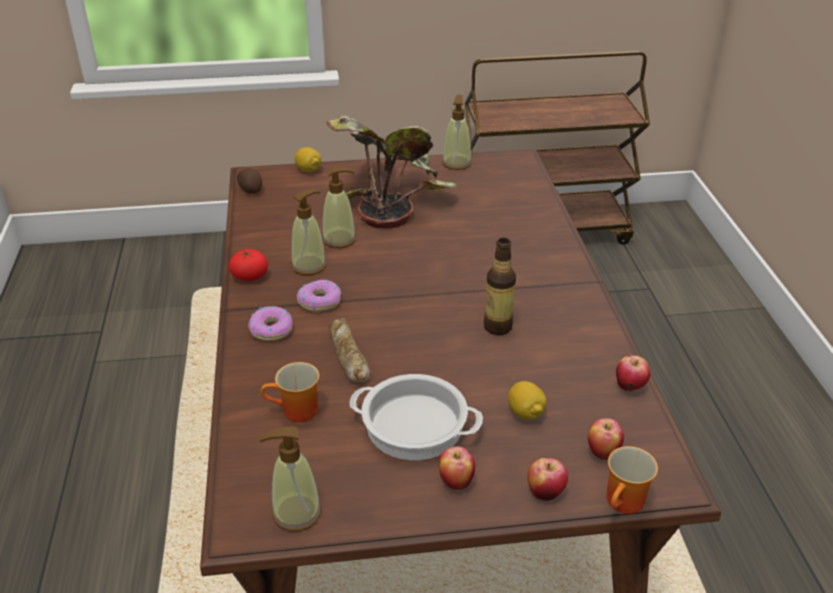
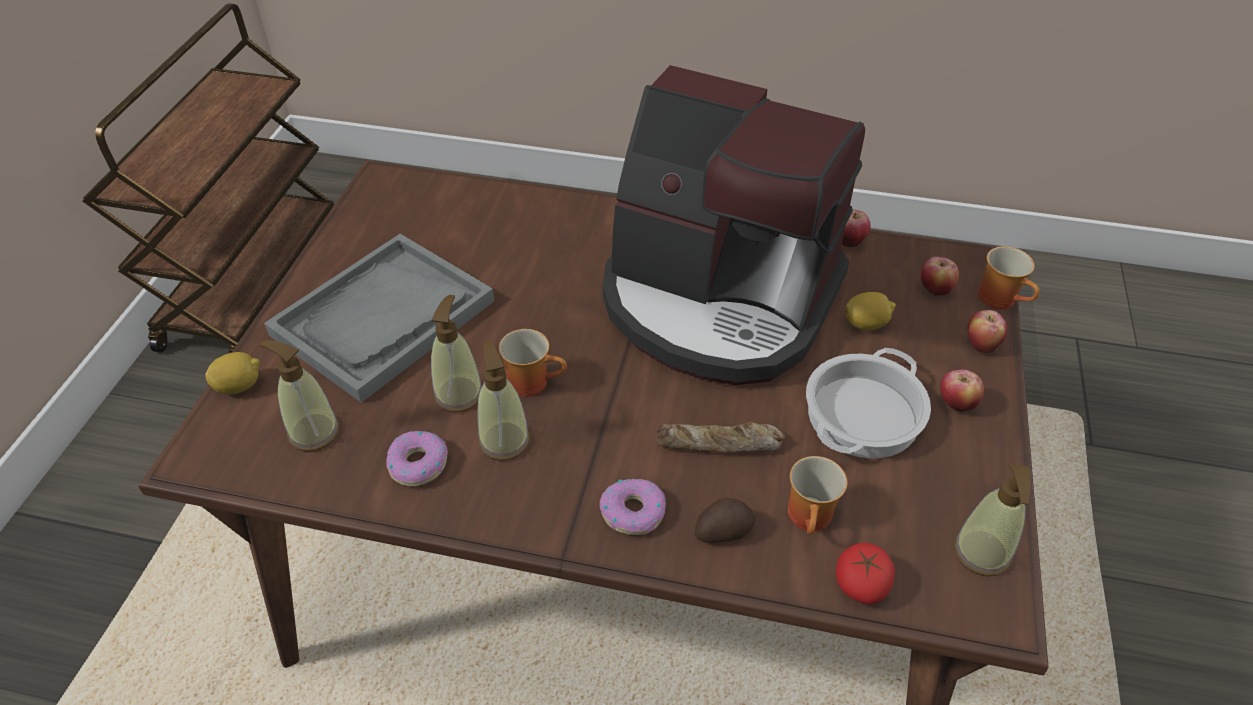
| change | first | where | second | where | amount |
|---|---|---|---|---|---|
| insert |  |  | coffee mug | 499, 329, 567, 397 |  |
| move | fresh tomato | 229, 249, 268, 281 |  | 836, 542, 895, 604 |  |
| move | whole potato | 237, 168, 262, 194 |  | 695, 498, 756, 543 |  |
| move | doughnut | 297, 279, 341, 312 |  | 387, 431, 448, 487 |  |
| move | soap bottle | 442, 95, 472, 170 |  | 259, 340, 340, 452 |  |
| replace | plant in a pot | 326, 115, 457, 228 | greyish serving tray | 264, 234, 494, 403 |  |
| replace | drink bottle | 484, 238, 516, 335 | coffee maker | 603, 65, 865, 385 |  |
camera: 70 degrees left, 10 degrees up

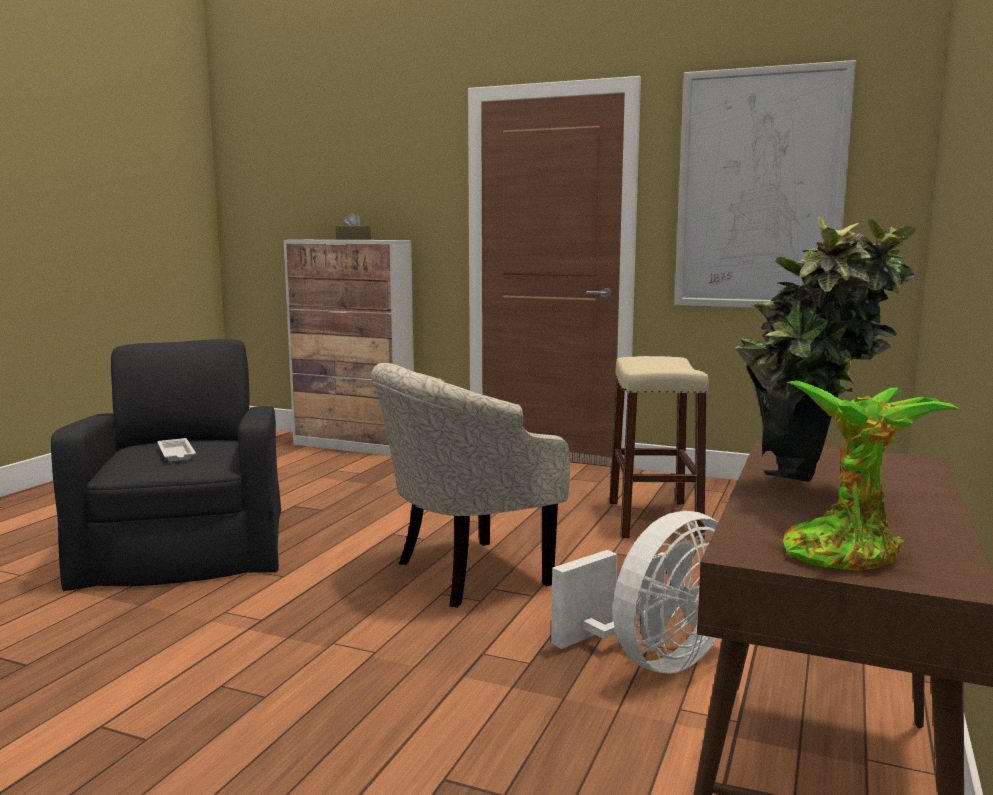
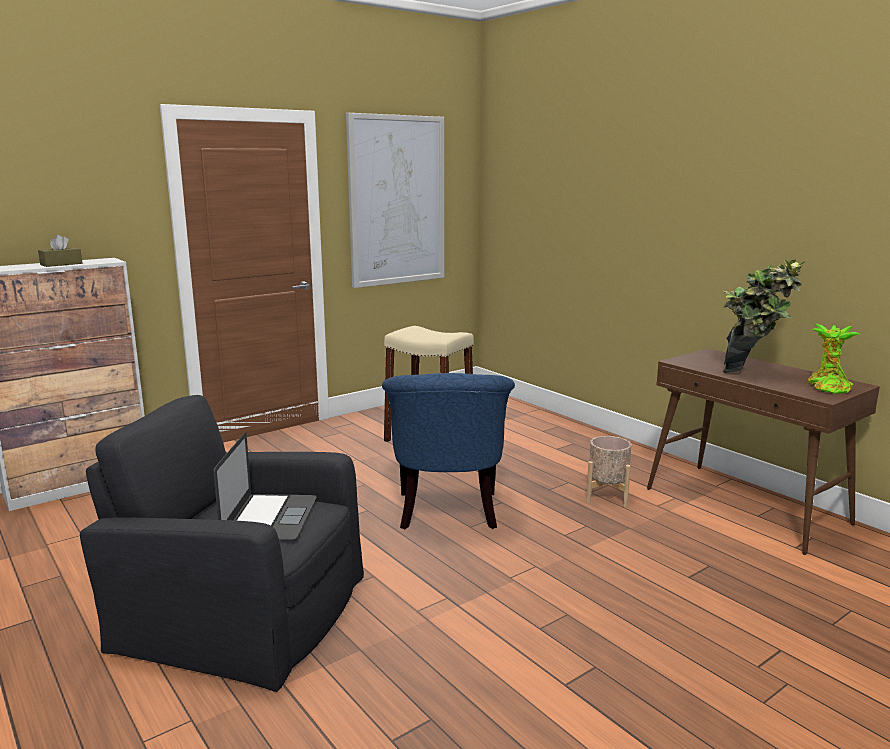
| change | first | where | second | where | amount |
|---|---|---|---|---|---|
| replace | white-coloured serving tray | 158, 438, 196, 461 | notebook computer | 213, 433, 316, 541 |  |
| replace | white-coloured fan | 551, 511, 718, 674 | beige plant pot | 586, 436, 632, 507 |  |
| recolor | beige armchair | 371, 363, 570, 608 | blue-coloured armchair | 382, 373, 515, 529 |  |
camera: 60 degrees left, 5 degrees up

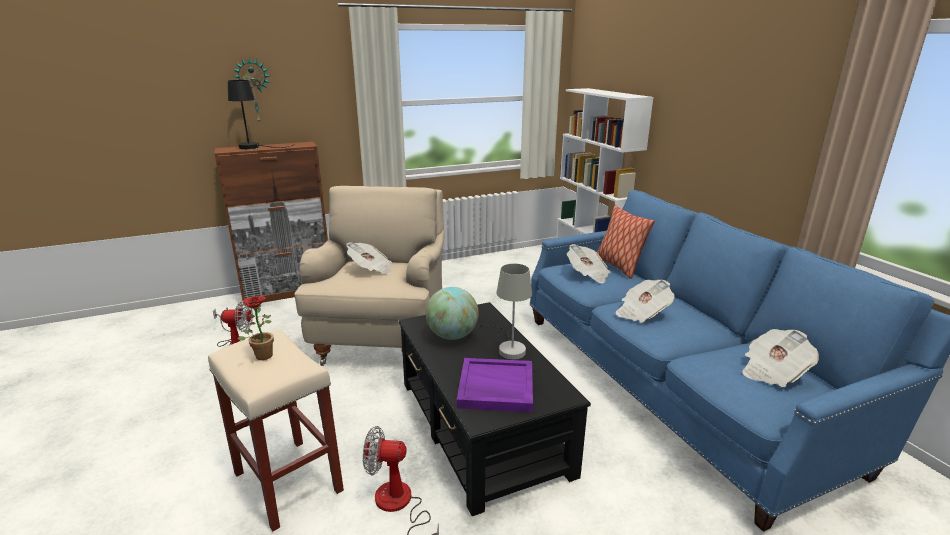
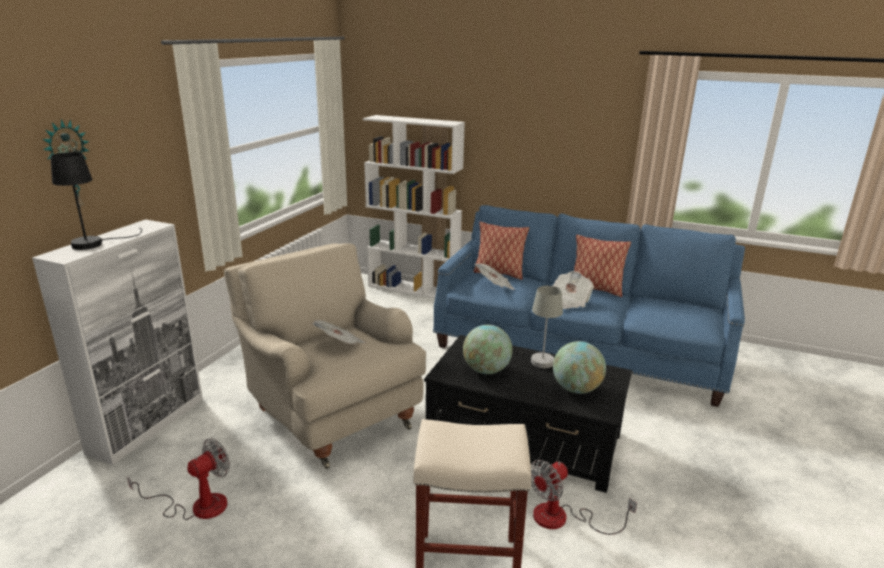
| change | first | where | second | where | amount |
|---|---|---|---|---|---|
| delete | plant in a pot | 238, 296, 274, 360 |  |  |  |
| delete | printed paper | 742, 329, 819, 387 |  |  |  |
| insert |  |  | pillow | 574, 235, 631, 297 |  |
| replace | purple-coloured serving tray | 457, 358, 533, 412 | desk globe | 553, 341, 606, 394 |  |
| recolor | brown-coloured storage cabinet | 214, 142, 328, 304 | white-coloured storage cabinet | 32, 219, 203, 465 |  |
camera: 45 degrees left, 0 degrees up

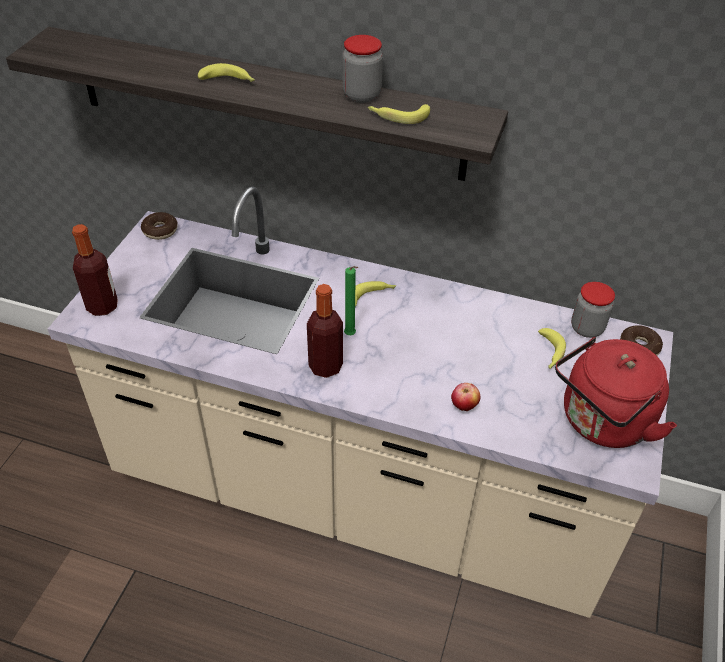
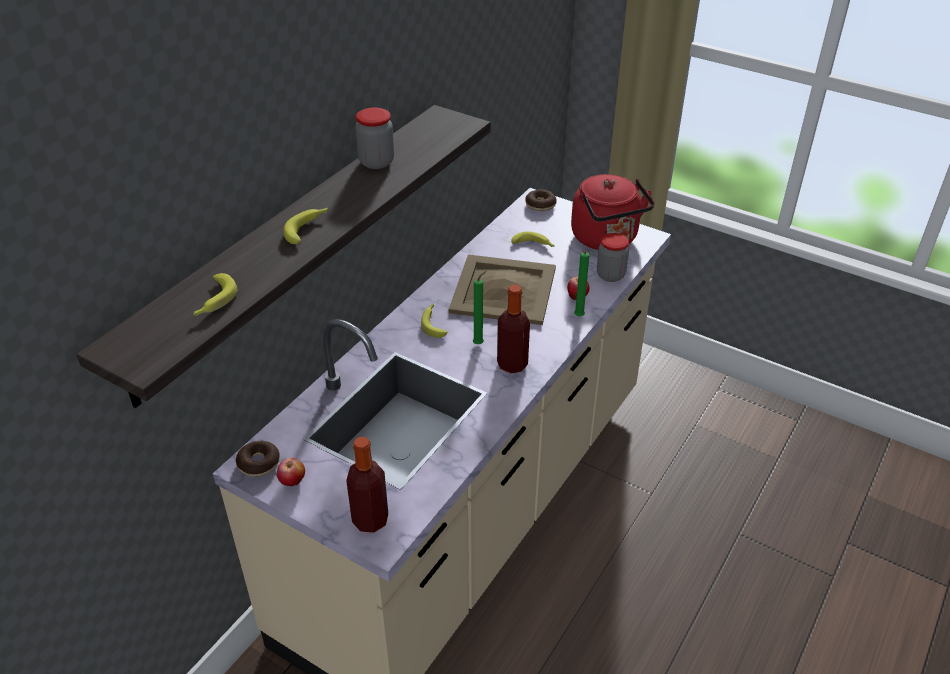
| change | first | where | second | where | amount |
|---|---|---|---|---|---|
| insert |  |  | apple | 277, 458, 305, 486 |  |
| insert |  |  | beige serving tray | 449, 255, 556, 325 |  |
| insert |  |  | green-coloured wax light | 574, 251, 590, 316 |  |
| move | whole banana | 368, 104, 430, 124 |  | 193, 273, 237, 316 |  |
| move | storage jar | 571, 282, 615, 338 |  | 597, 233, 629, 282 |  |
camera: 75 degrees left, 5 degrees down

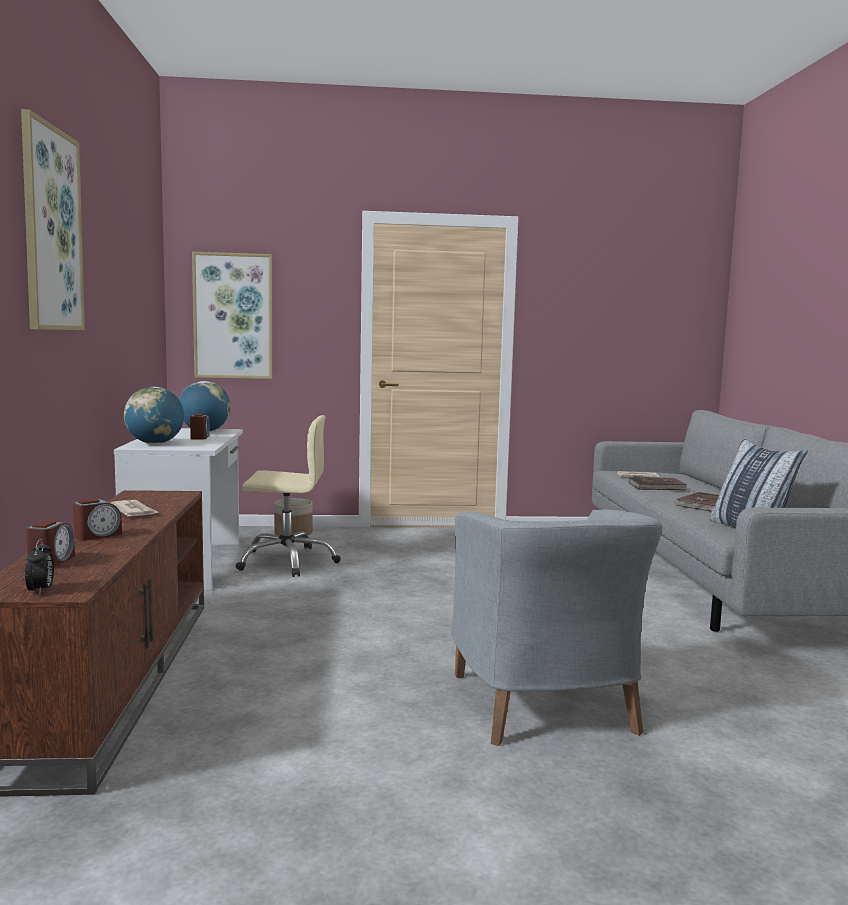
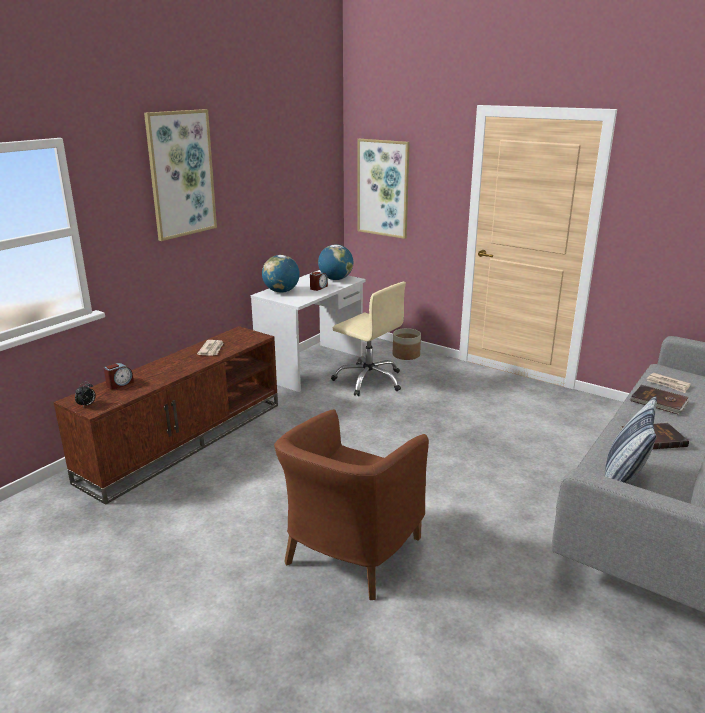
| change | first | where | second | where | amount |
|---|---|---|---|---|---|
| delete | alarm clock | 73, 499, 122, 541 |  |  |  |
| recolor | greyish armchair | 451, 509, 662, 746 | brown-coloured armchair | 274, 409, 429, 600 |  |
camera: 40 degrees right, 15 degrees up

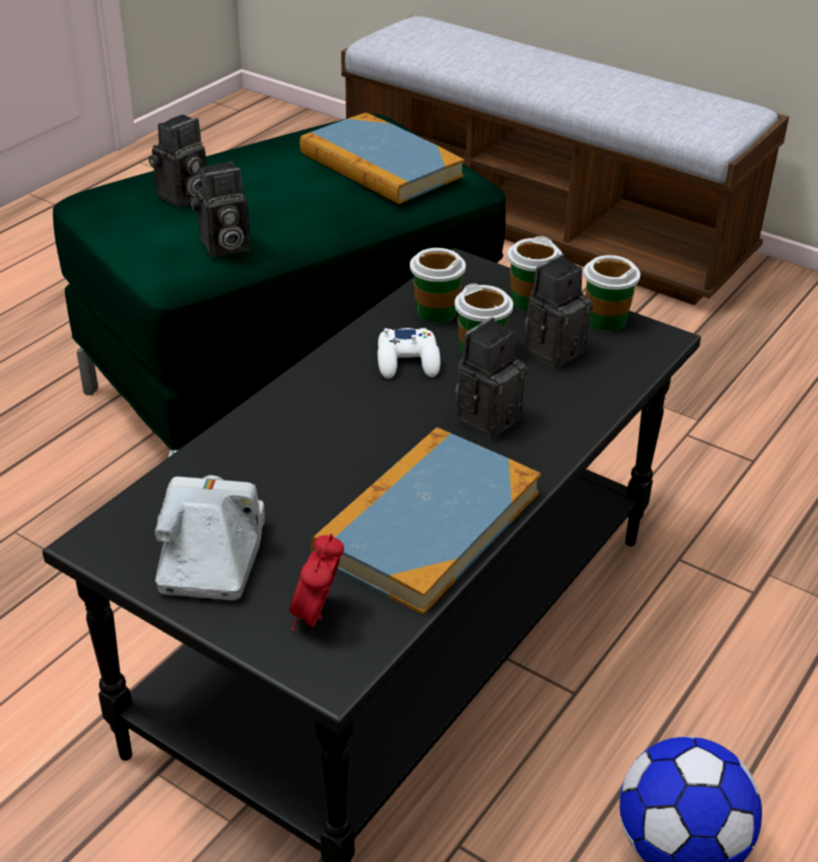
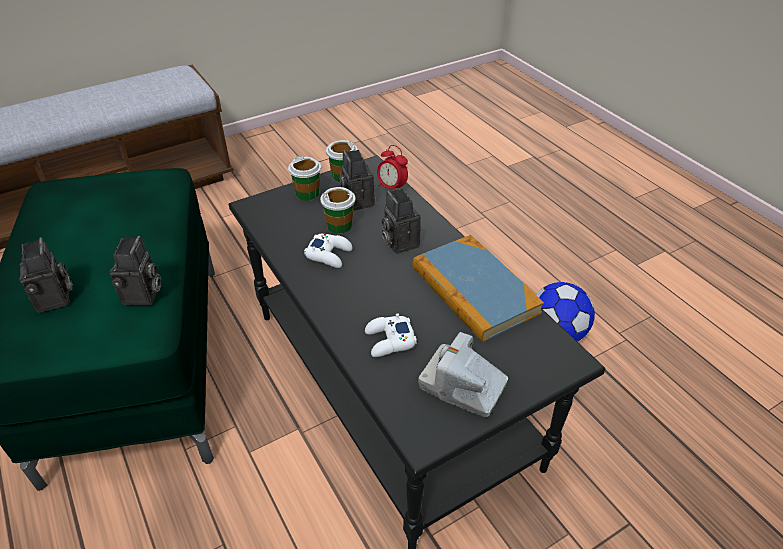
| change | first | where | second | where | amount |
|---|---|---|---|---|---|
| delete | volume | 300, 112, 464, 204 |  |  |  |
| delete | small cup | 410, 248, 466, 323 |  |  |  |
| insert |  |  | white-coloured gamepad | 365, 313, 417, 357 |  |
| move | alarm clock | 289, 533, 344, 631 |  | 377, 145, 408, 190 |  |
camera: 65 degrees left, 5 degrees up

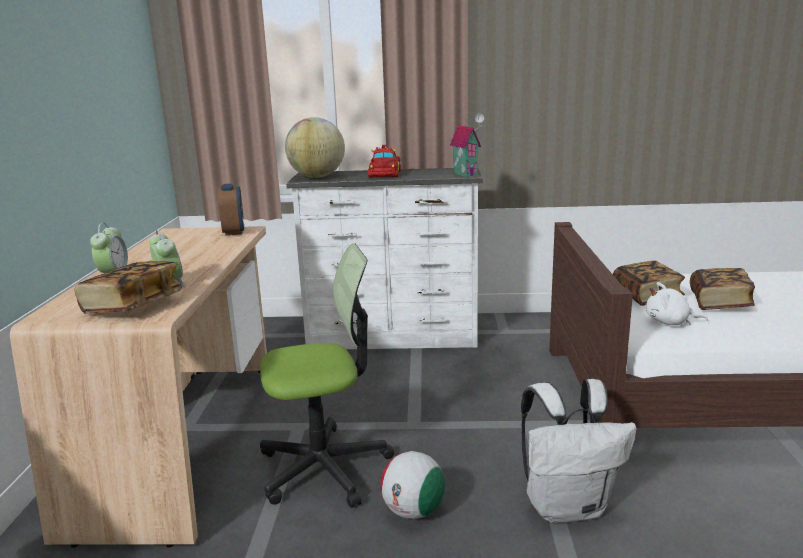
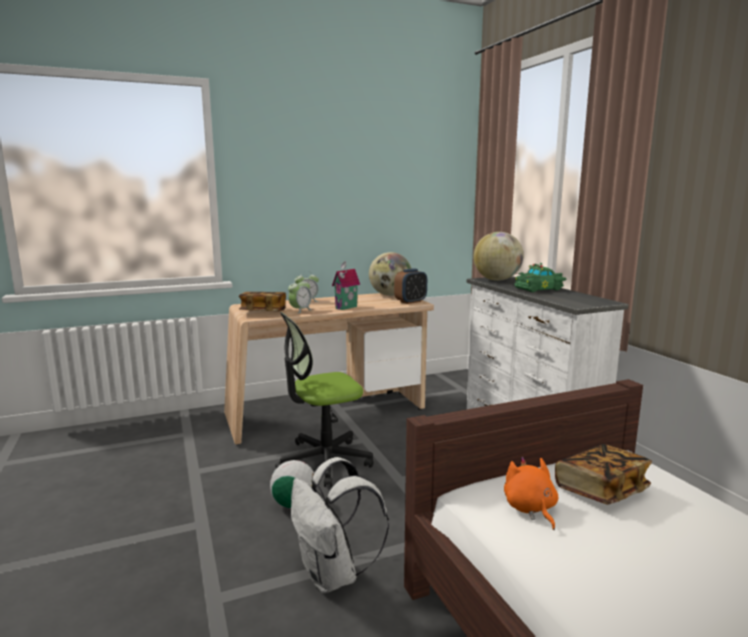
| change | first | where | second | where | amount |
|---|---|---|---|---|---|
| delete | volume | 690, 268, 755, 310 |  |  |  |
| insert |  |  | desk globe | 369, 252, 411, 296 |  |
| move | model house | 450, 113, 484, 177 |  | 332, 262, 360, 310 |  |
| recolor | red-coloured model car | 368, 145, 401, 178 | green-coloured model car | 514, 263, 566, 292 |  |
| recolor | white-coloured plush toy | 646, 282, 708, 325 | orange-coloured plush toy | 504, 457, 558, 530 |  |
| rotate | computer chair | 260, 243, 394, 508 |  | 275, 312, 374, 487 | 105 degrees clockwise |
camera: 65 degrees right, 5 degrees down

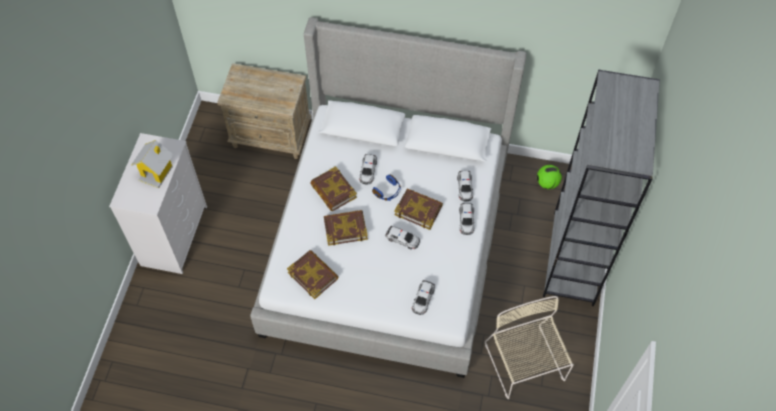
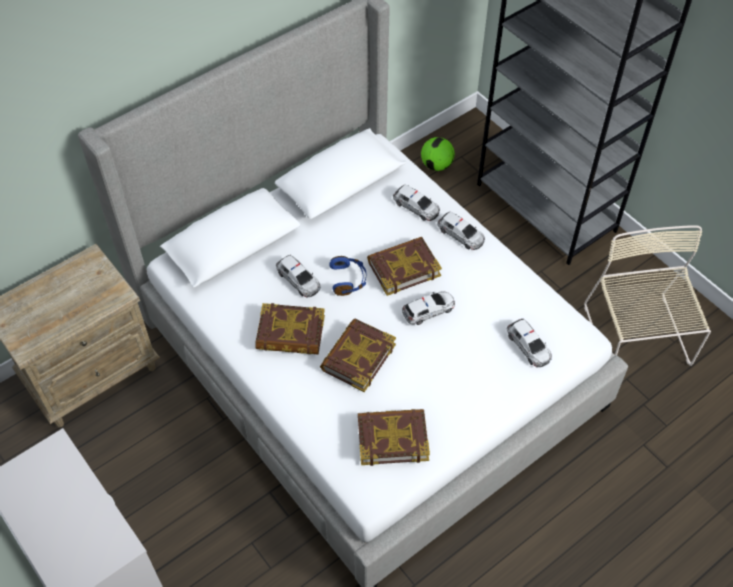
| change | first | where | second | where | amount |
|---|---|---|---|---|---|
| delete | model house | 131, 140, 173, 188 |  |  |  |
| rotate | beige upright chair | 485, 296, 574, 399 |  | 584, 225, 711, 366 | 60 degrees clockwise |
camera: 50 degrees left, 5 degrees down

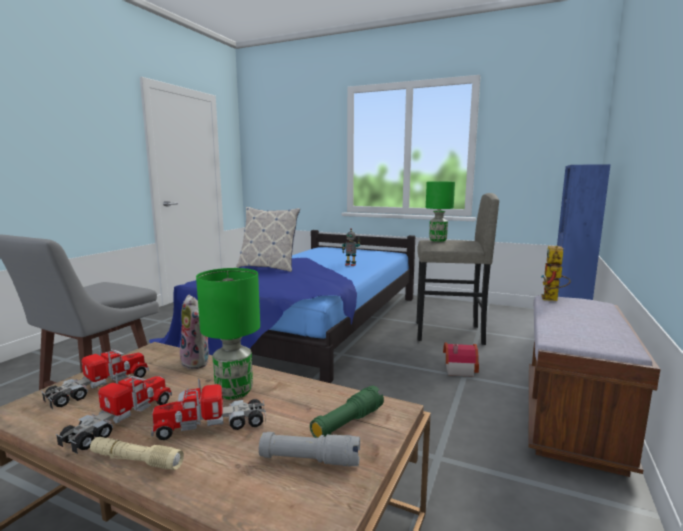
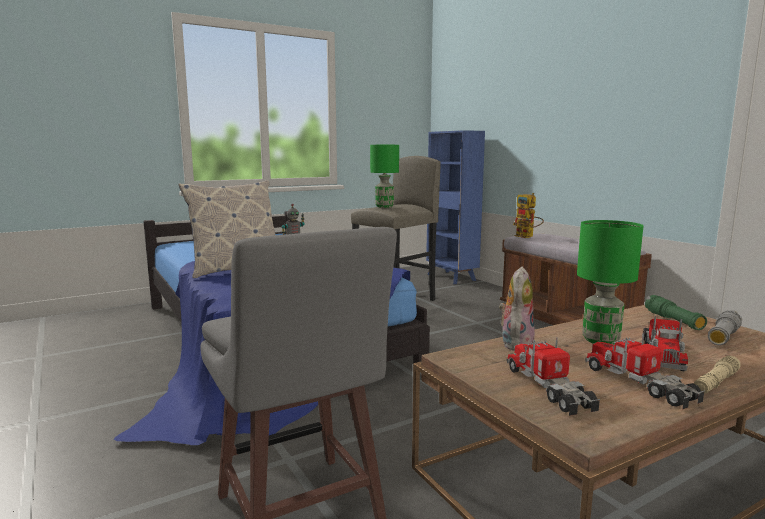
| change | first | where | second | where | amount |
|---|---|---|---|---|---|
| delete | model house | 443, 342, 479, 377 |  |  |  |
| rotate | plush toy | 180, 295, 209, 369 |  | 499, 267, 535, 351 | 60 degrees counterclockwise |
camera: 55 degrees left, 0 degrees up

